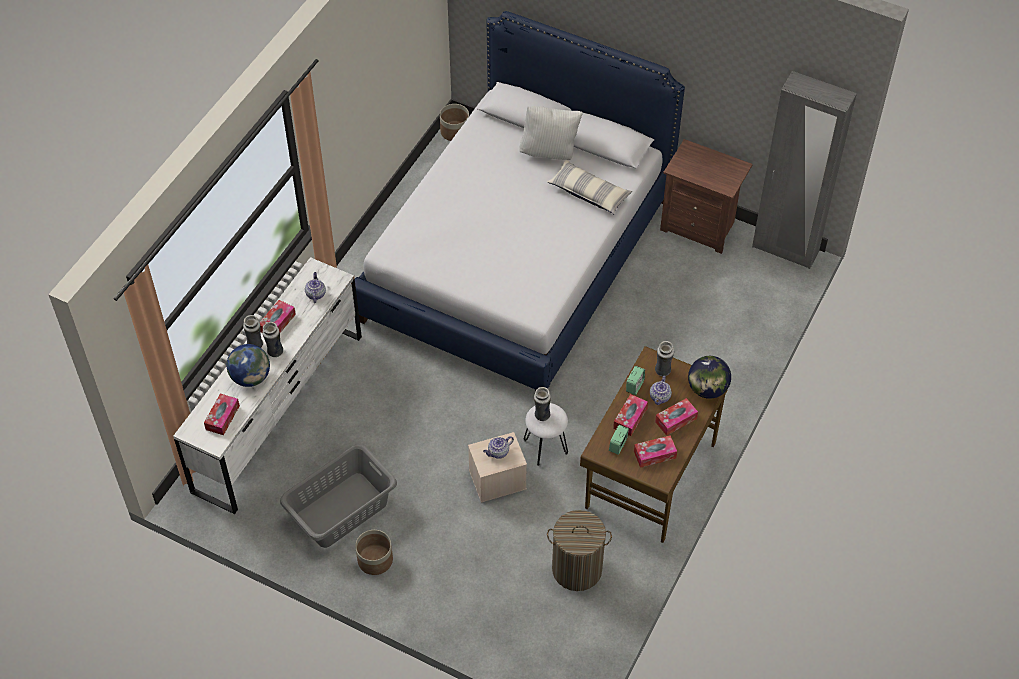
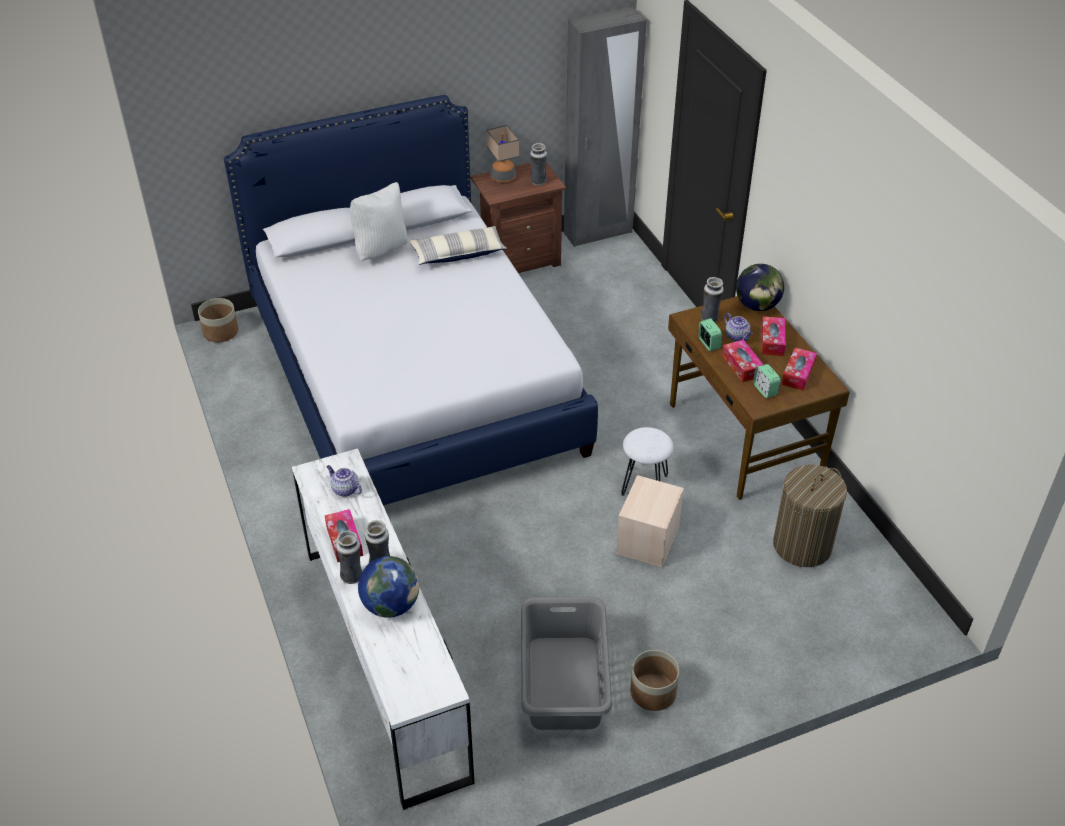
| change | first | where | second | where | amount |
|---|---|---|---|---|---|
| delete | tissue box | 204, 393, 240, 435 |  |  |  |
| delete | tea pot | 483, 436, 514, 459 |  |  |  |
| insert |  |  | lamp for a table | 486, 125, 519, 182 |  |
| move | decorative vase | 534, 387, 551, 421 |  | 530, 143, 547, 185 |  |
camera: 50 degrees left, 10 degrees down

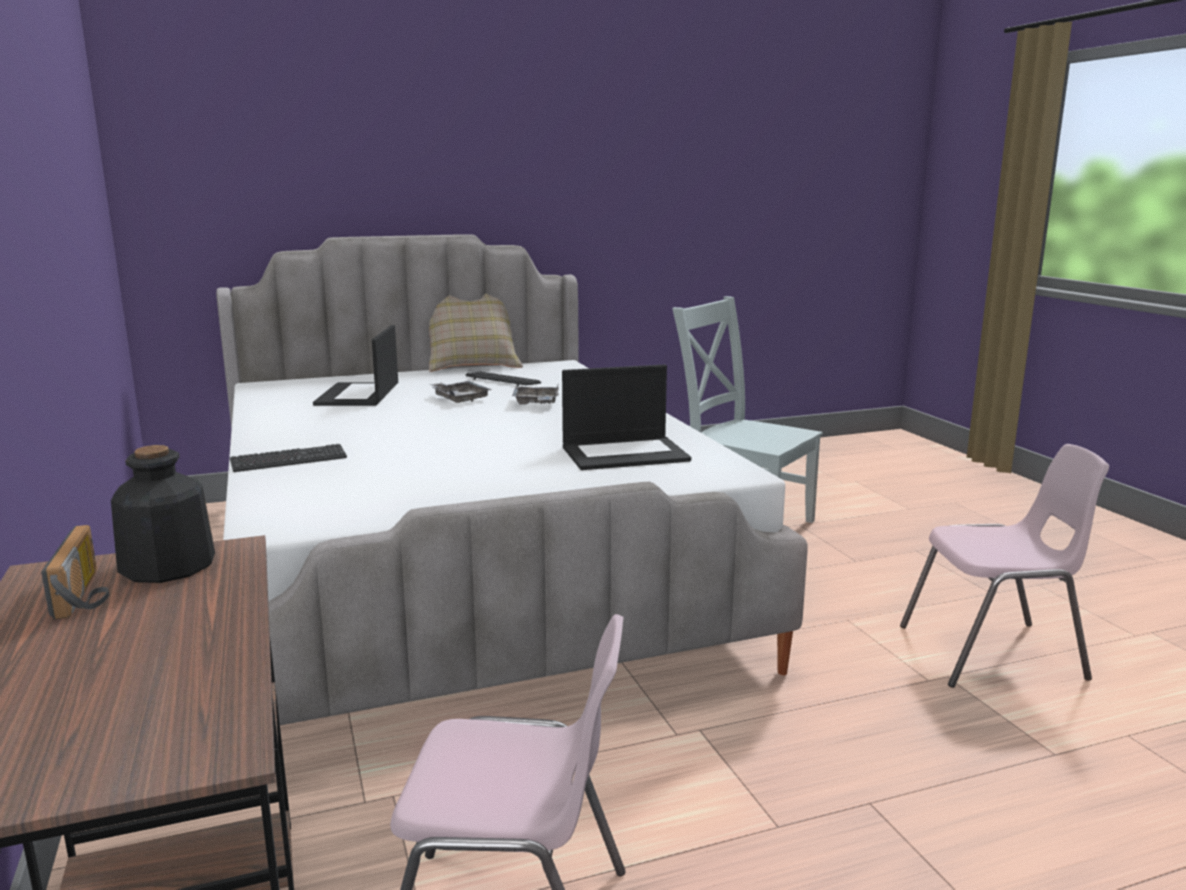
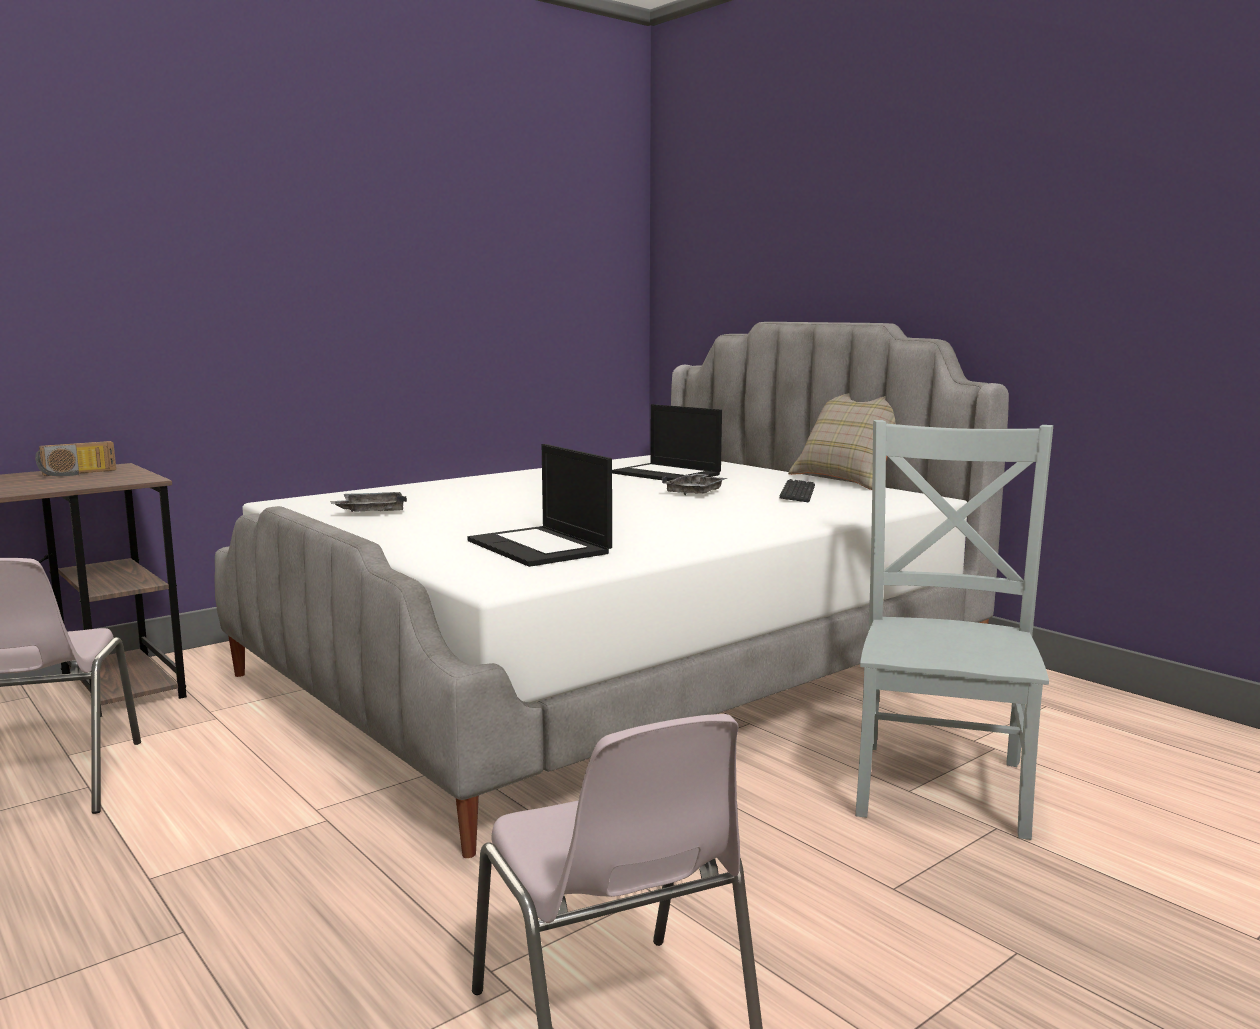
| change | first | where | second | where | amount |
|---|---|---|---|---|---|
| delete | drink bottle | 111, 445, 215, 583 |  |  |  |
| delete | keyboard | 230, 444, 347, 472 |  |  |  |
| move | greyish serving tray | 512, 386, 558, 405 |  | 330, 492, 407, 512 |  |
| rotate | notebook computer | 313, 325, 398, 406 |  | 612, 404, 722, 481 | 120 degrees counterclockwise |
camera: 70 degrees right, 5 degrees down

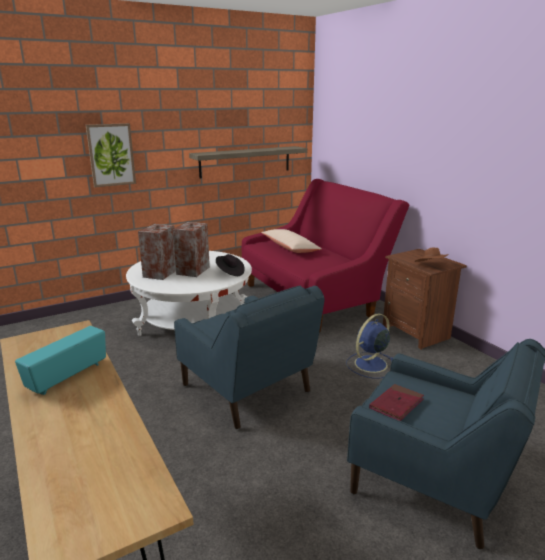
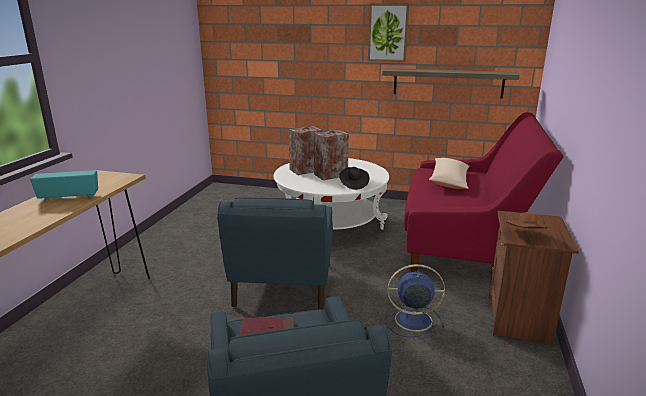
| change | first | where | second | where | amount |
|---|---|---|---|---|---|
| move | wall picture | 86, 123, 136, 187 |  | 368, 3, 409, 62 |  |
camera: 45 degrees right, 0 degrees up

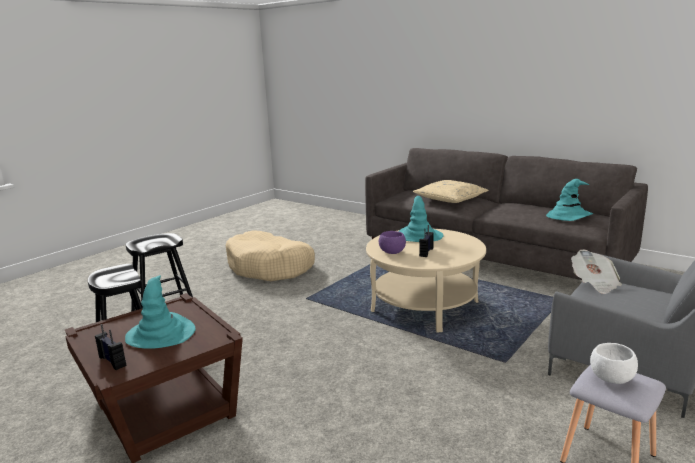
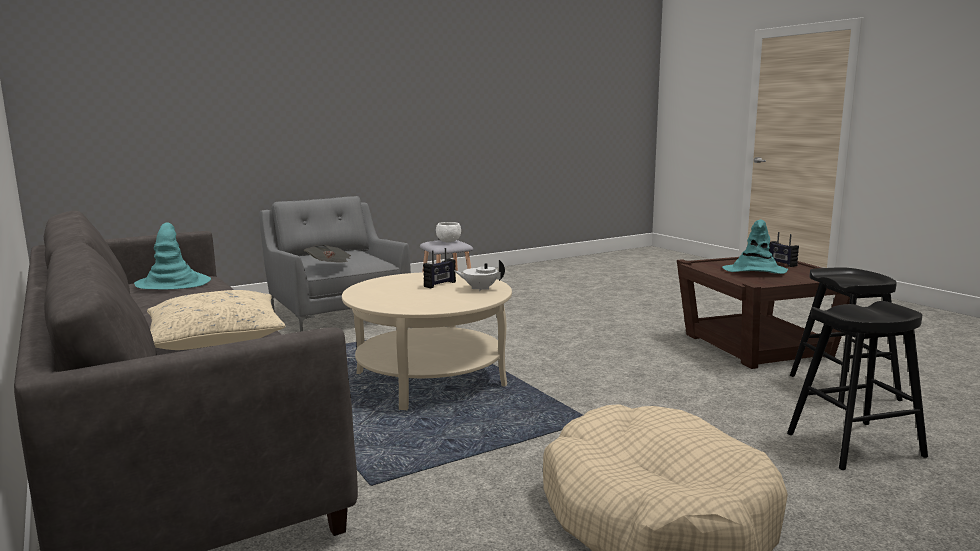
| change | first | where | second | where | amount |
|---|---|---|---|---|---|
| delete | turquoise hat | 398, 196, 444, 242 |  |  |  |
| replace | purple-coloured bowl | 379, 231, 406, 254 | white-coloured tea pot | 454, 260, 505, 291 |  |
camera: 160 degrees left, 5 degrees down

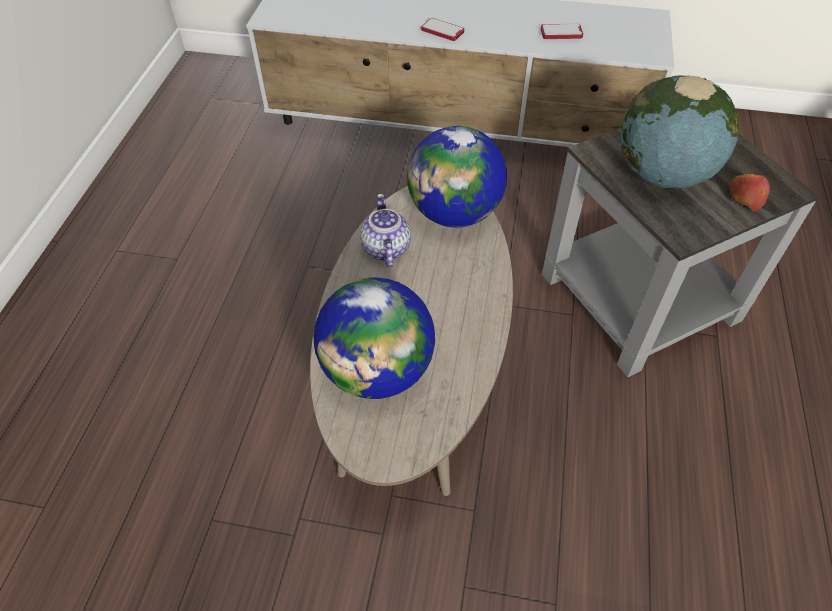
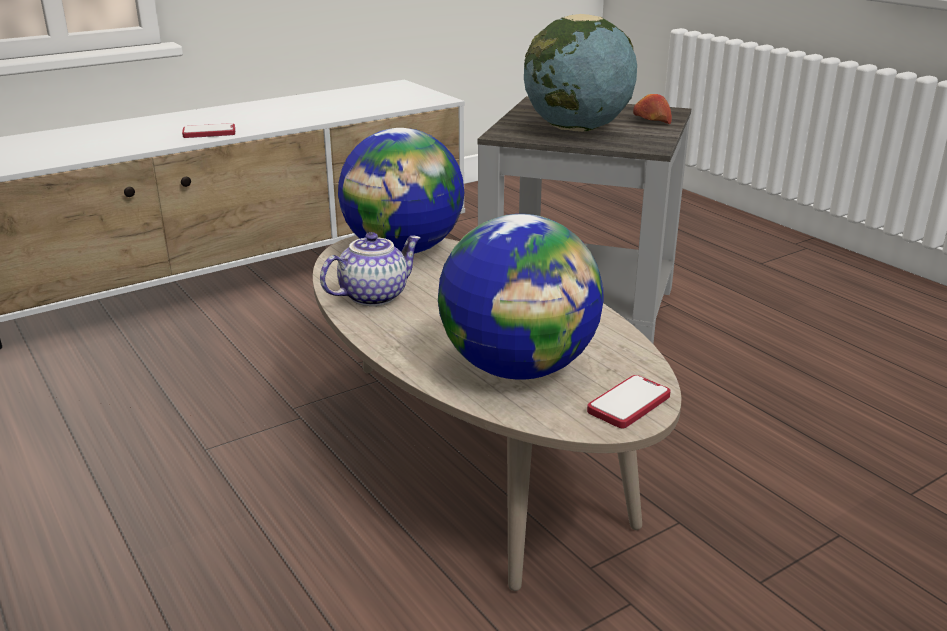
| change | first | where | second | where | amount |
|---|---|---|---|---|---|
| move | handset | 541, 24, 583, 39 |  | 587, 375, 670, 428 |  |
| rotate | tea pot | 360, 194, 411, 268 |  | 320, 232, 421, 306 | 105 degrees clockwise |
camera: 45 degrees left, 25 degrees down

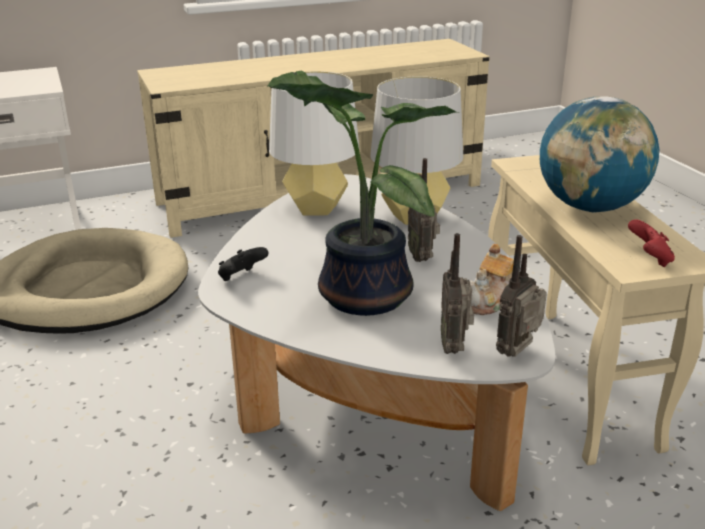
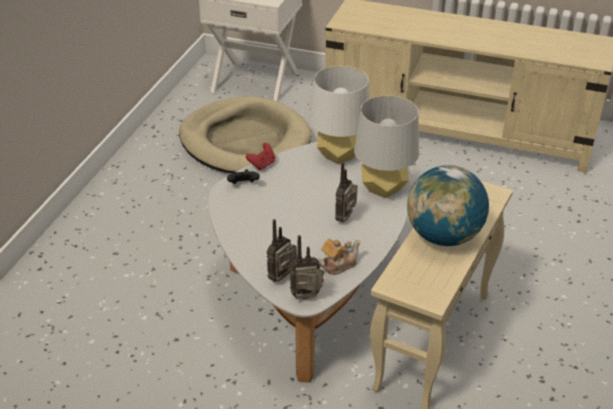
| change | first | where | second | where | amount |
|---|---|---|---|---|---|
| delete | plant in a pot | 268, 71, 459, 316 |  |  |  |
| move | red-coloured gamepad | 628, 219, 675, 267 |  | 246, 143, 275, 171 |  |
| rotate | tea pot | 470, 244, 514, 315 |  | 318, 239, 360, 275 | 150 degrees clockwise |
camera: 40 degrees right, 10 degrees up

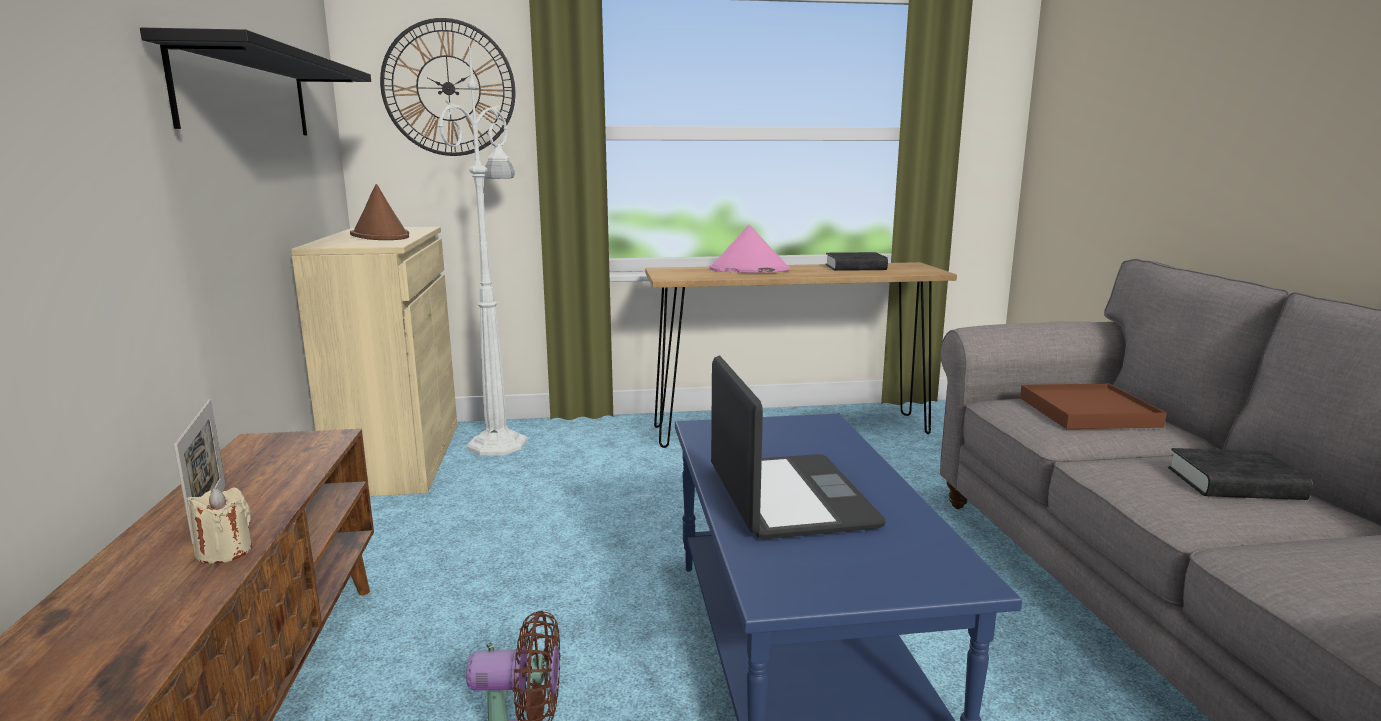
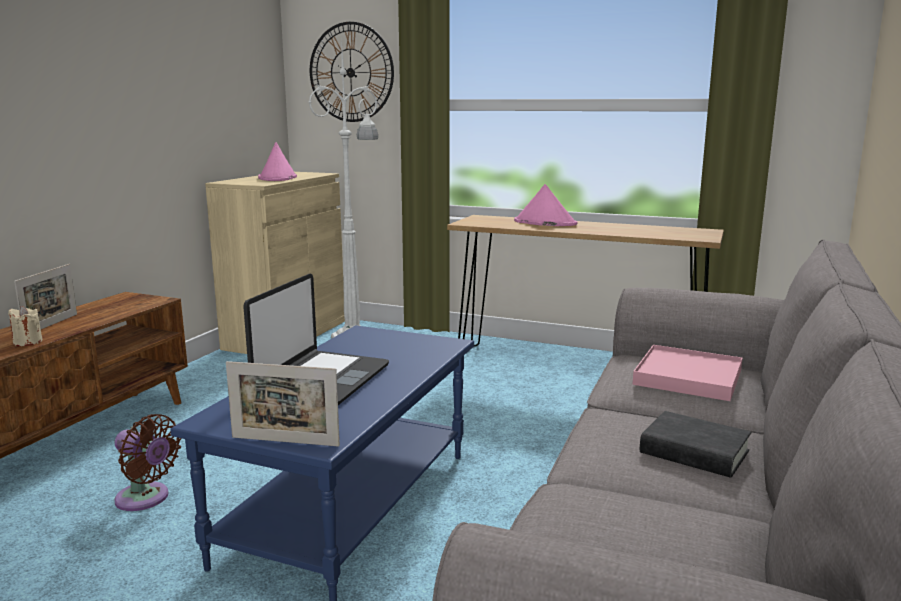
| change | first | where | second | where | amount |
|---|---|---|---|---|---|
| delete | blackish wall shelf | 140, 28, 371, 135 |  |  |  |
| delete | blackish volume | 825, 252, 888, 271 |  |  |  |
| insert |  |  | photo frame | 226, 361, 340, 447 |  |
| recolor | brown-coloured hat | 350, 184, 409, 240 | pink hat | 258, 142, 297, 181 |  |
| recolor | brown-coloured serving tray | 1020, 383, 1167, 429 | pink serving tray | 633, 345, 743, 401 |  |
camera: 30 degrees right, 0 degrees up

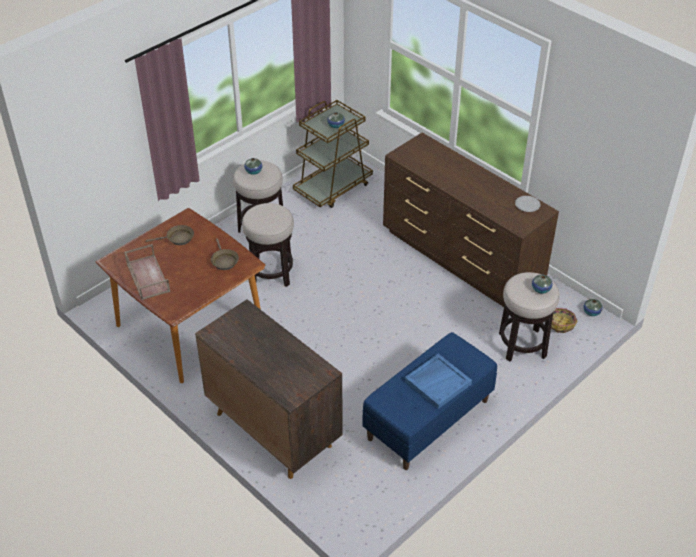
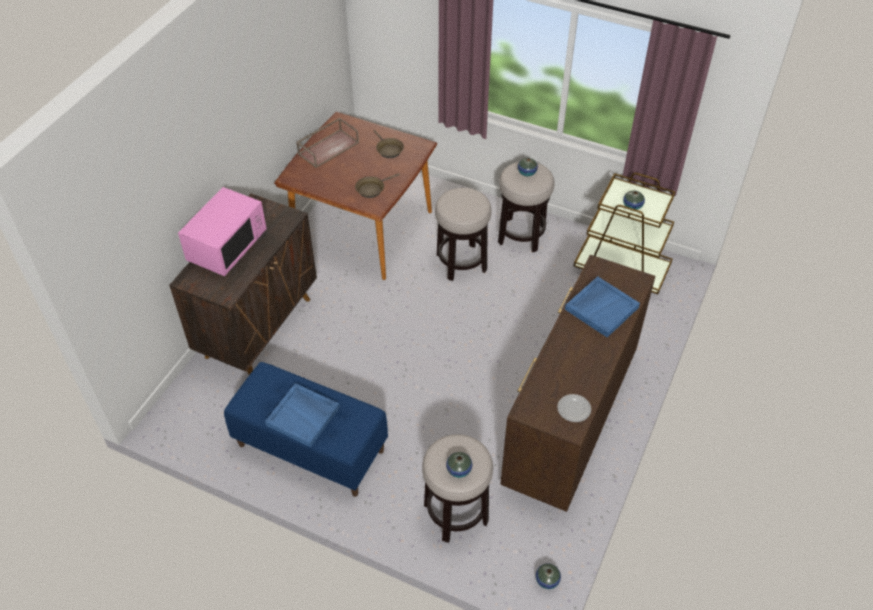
| change | first | where | second | where | amount |
|---|---|---|---|---|---|
| delete | household basket | 551, 308, 577, 333 |  |  |  |
| insert |  |  | pink kitchen microwave | 178, 187, 267, 276 |  |
| insert |  |  | blue-coloured serving tray | 565, 276, 640, 337 |  |
camera: 70 degrees right, 5 degrees up

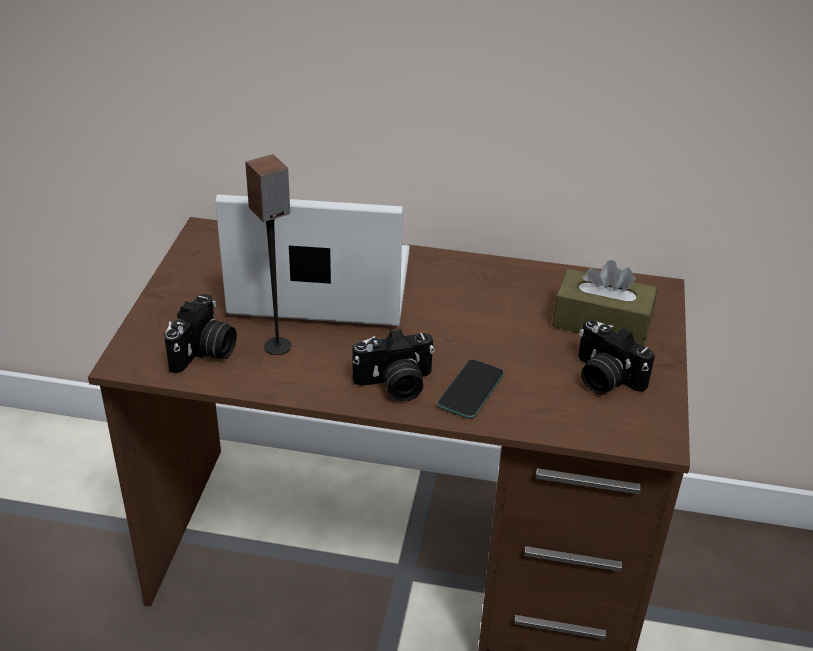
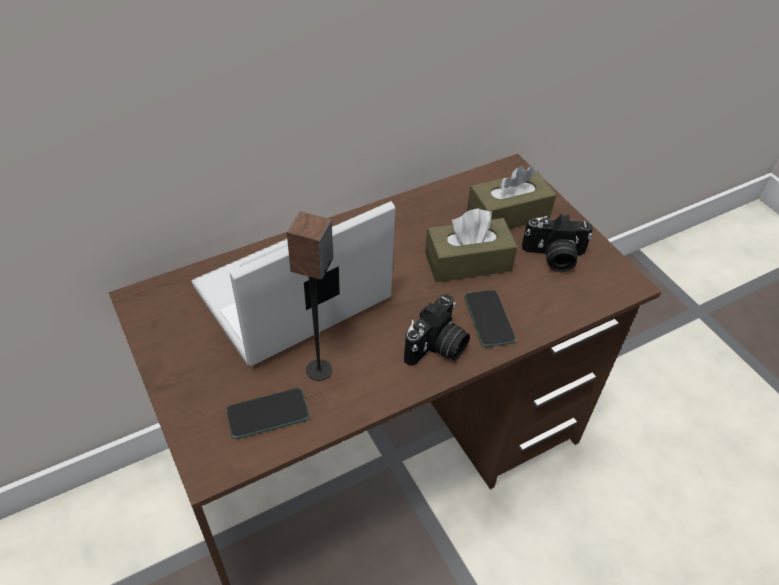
| change | first | where | second | where | amount |
|---|---|---|---|---|---|
| insert |  |  | brown-coloured tissue box | 425, 208, 518, 282 |  |
| replace | photo camera | 164, 294, 237, 373 | handset | 226, 388, 310, 439 |  |
camera: 40 degrees left, 10 degrees up

